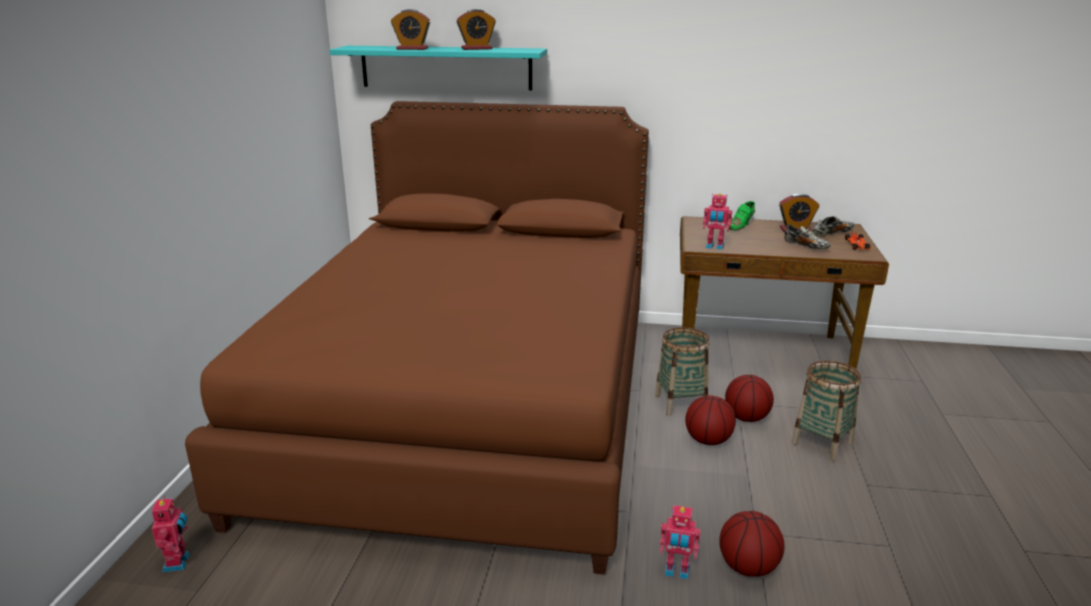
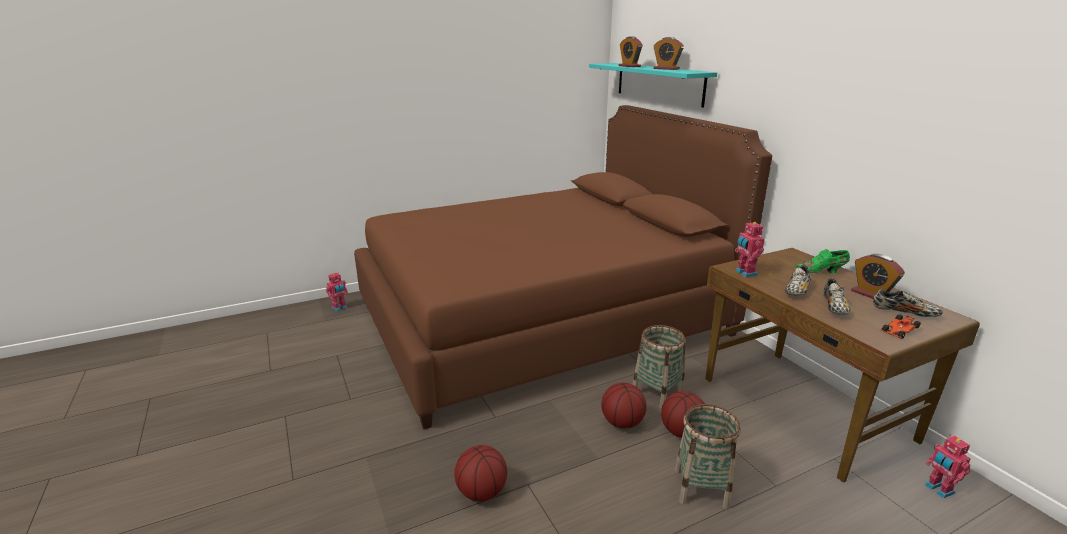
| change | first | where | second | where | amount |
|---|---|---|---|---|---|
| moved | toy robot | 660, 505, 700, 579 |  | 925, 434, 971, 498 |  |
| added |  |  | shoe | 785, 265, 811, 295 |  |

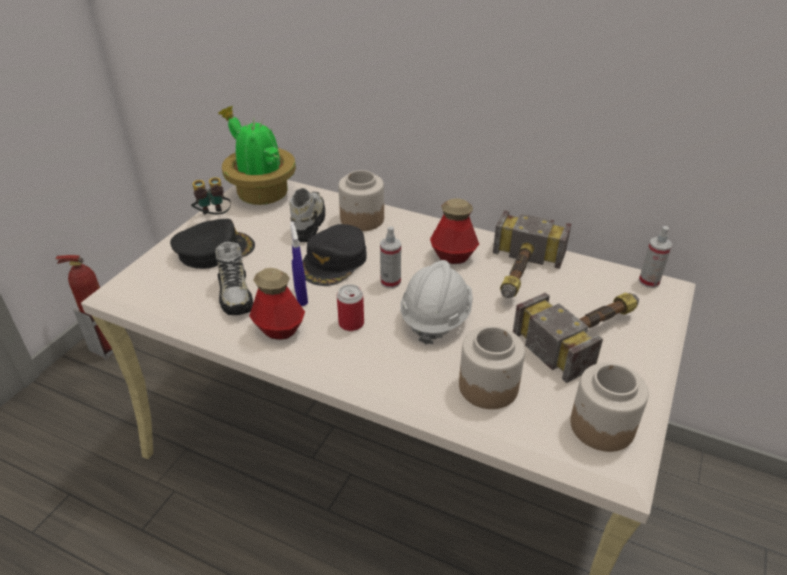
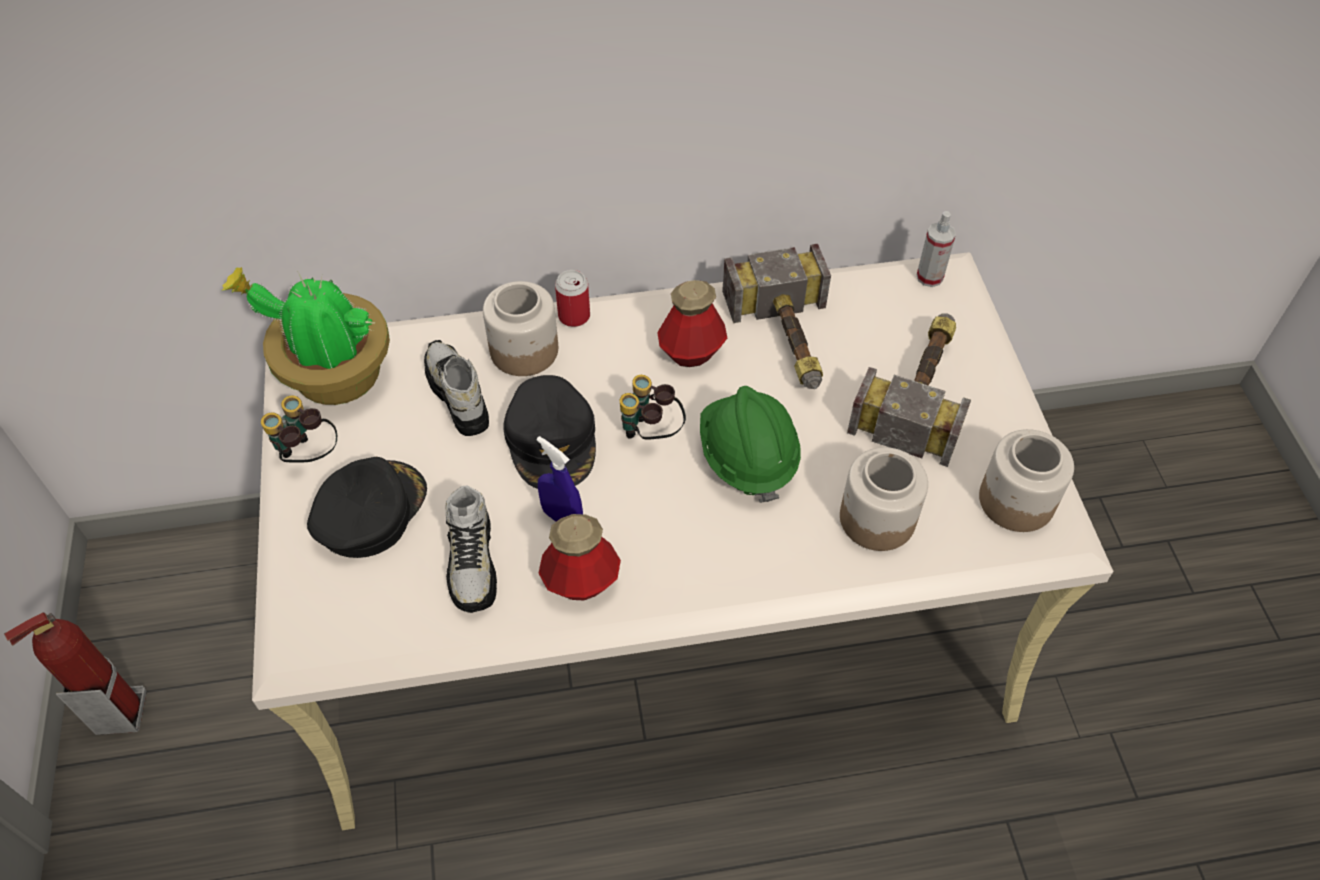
| change | first | where | second | where | amount |
|---|---|---|---|---|---|
| replaced | spray bottle | 380, 227, 401, 289 | binoculars | 620, 375, 686, 440 |  |
| turned | shoe | 215, 242, 253, 315 |  | 446, 486, 497, 613 | 45 degrees clockwise |
| recoloured | white hard hat | 400, 260, 473, 345 | green hard hat | 700, 386, 801, 503 |  |
| moved | can | 337, 284, 364, 331 |  | 555, 270, 590, 327 |  |

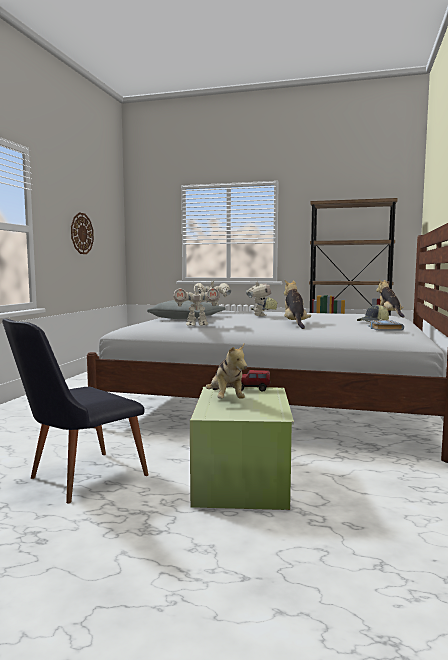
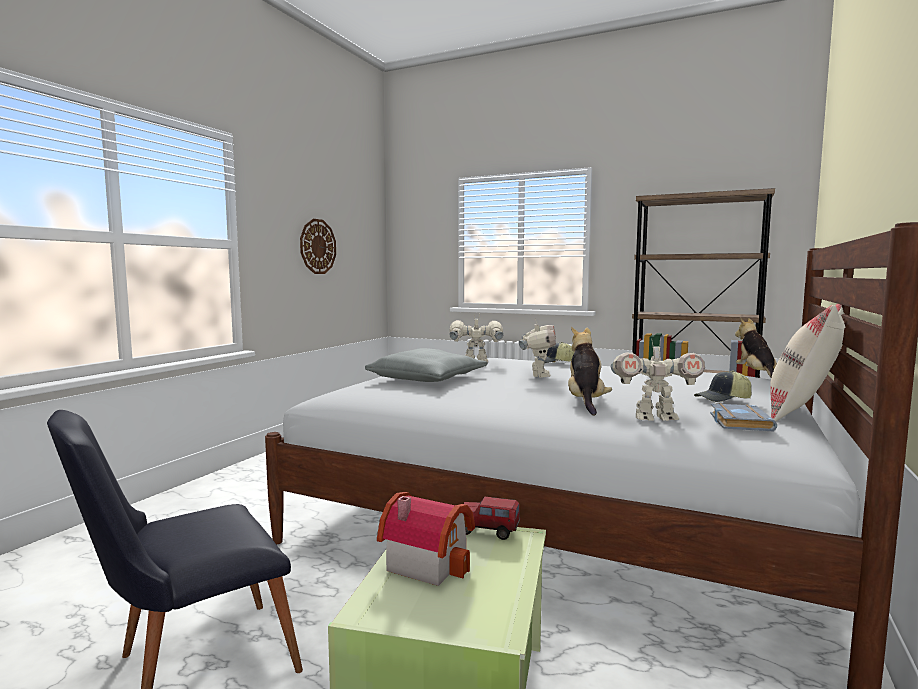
| change | first | where | second | where | amount |
|---|---|---|---|---|---|
| moved | toy robot | 173, 281, 220, 326 |  | 611, 338, 705, 421 |  |
| replaced | plush toy | 206, 344, 247, 399 | toy house | 377, 492, 475, 586 |  |
| added |  |  | beige pillow | 770, 304, 845, 422 |  |

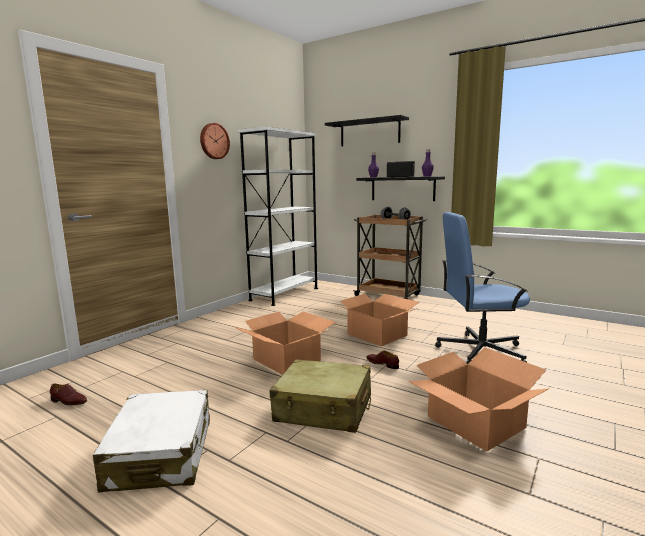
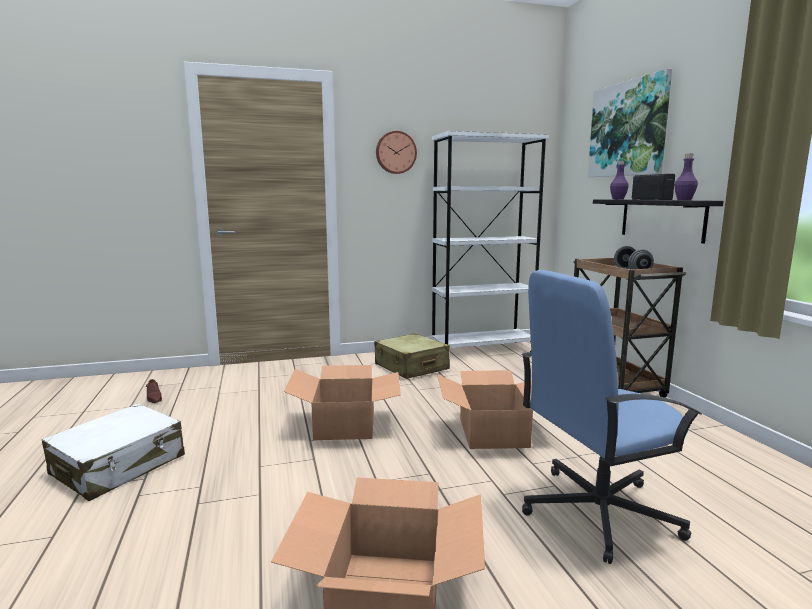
| change | first | where | second | where | amount |
|---|---|---|---|---|---|
| replaced | black shelf | 325, 115, 409, 146 | picture | 588, 68, 672, 177 |  |
| turned | blue office chair | 435, 212, 530, 365 |  | 521, 270, 702, 564 | 60 degrees counterclockwise |
| removed | brown shoe | 366, 350, 399, 369 |  |  |  |
| moved | beige suitcase | 270, 359, 371, 433 |  | 374, 334, 450, 379 |  |

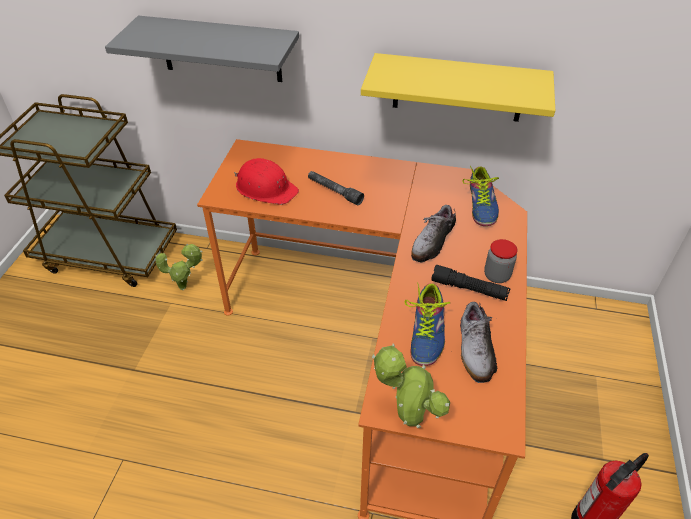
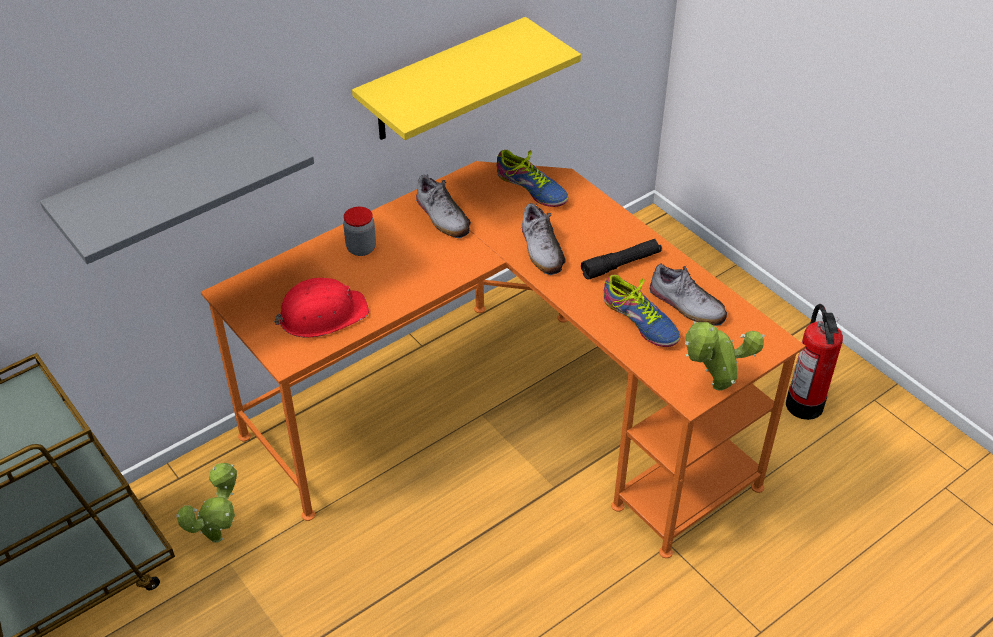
| change | first | where | second | where | amount |
|---|---|---|---|---|---|
| removed | grey flashlight | 308, 171, 364, 205 |  |  |  |
| moved | jar | 484, 239, 518, 283 |  | 343, 207, 376, 256 |  |
| added |  |  | shoe | 416, 175, 471, 238 |  |

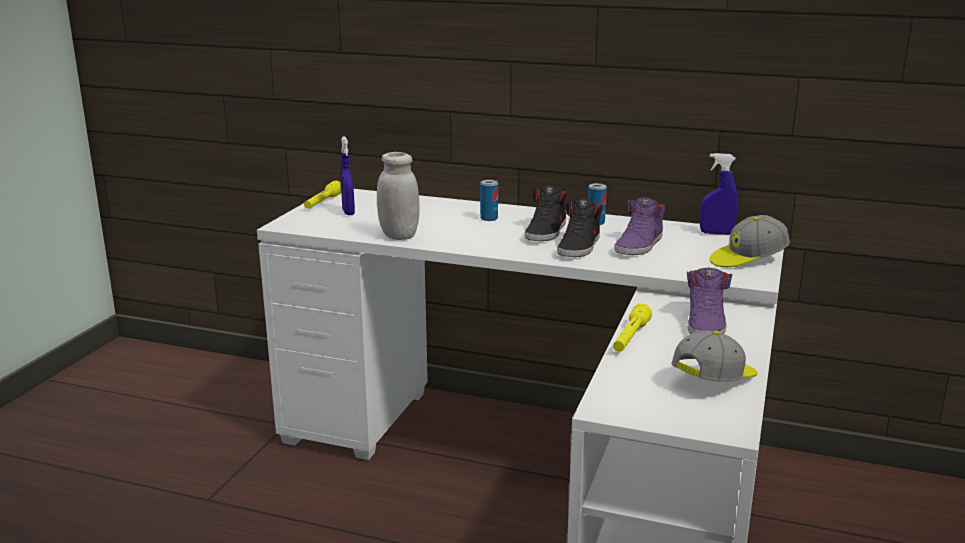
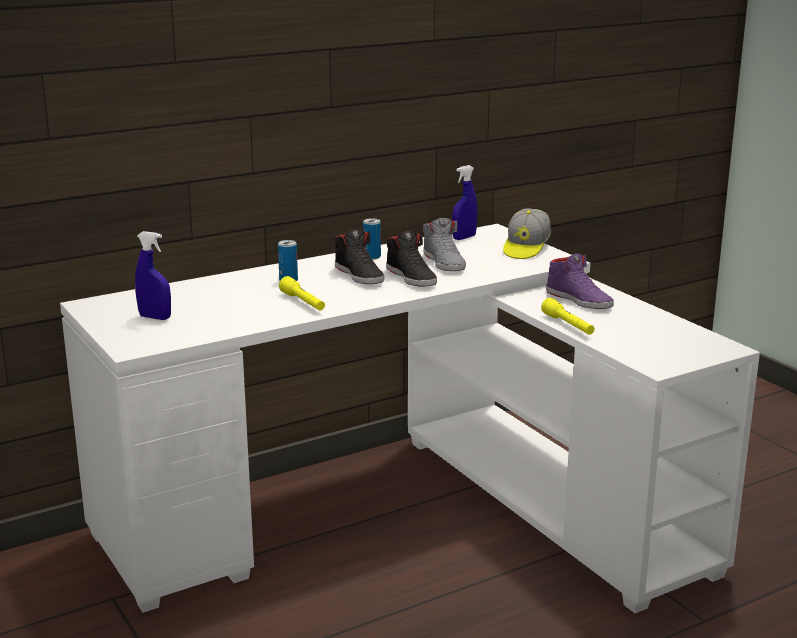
| change | first | where | second | where | amount |
|---|---|---|---|---|---|
| removed | white jar | 377, 152, 419, 240 |  |  |  |
| moved | yellow flashlight | 304, 181, 341, 209 |  | 279, 276, 325, 310 |  |
| recoloured | purple shoe | 614, 197, 665, 255 | grey shoe | 423, 218, 466, 271 |  |
| removed | cap | 671, 330, 758, 382 |  |  |  |

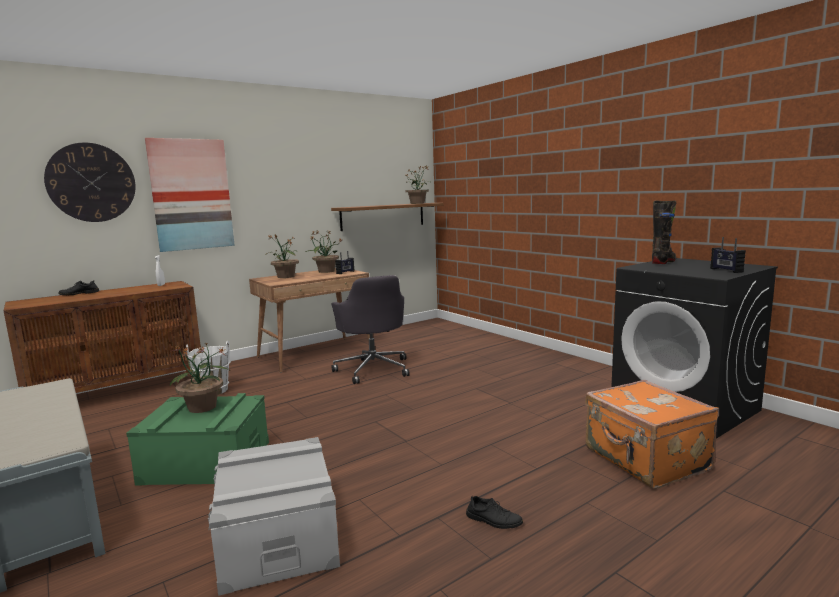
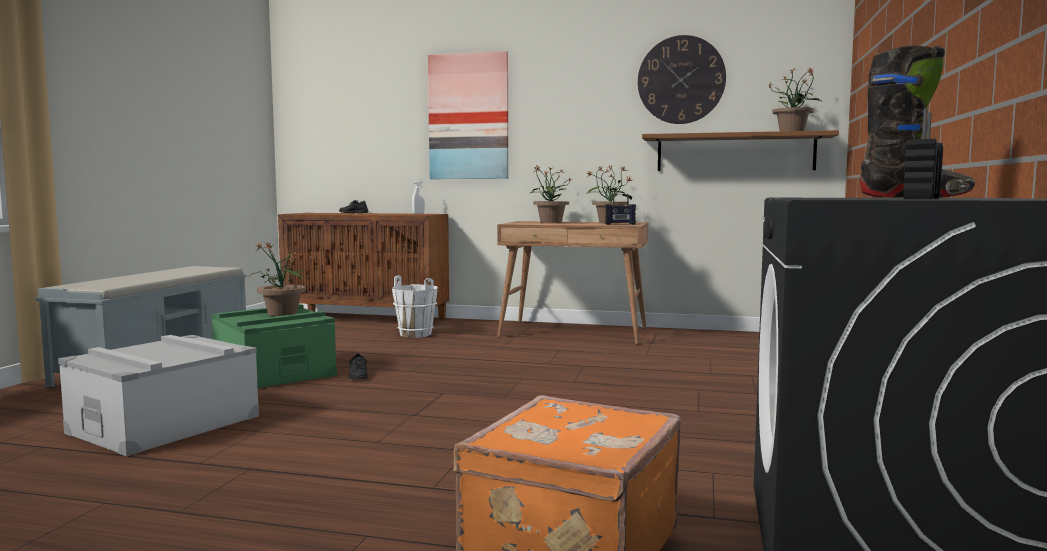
| change | first | where | second | where | amount |
|---|---|---|---|---|---|
| moved | wall clock | 44, 143, 136, 222 |  | 638, 35, 726, 124 |  |
| removed | grey office chair | 332, 275, 410, 384 |  |  |  |
| moved | black shoe | 466, 495, 523, 529 |  | 349, 353, 368, 379 |  |

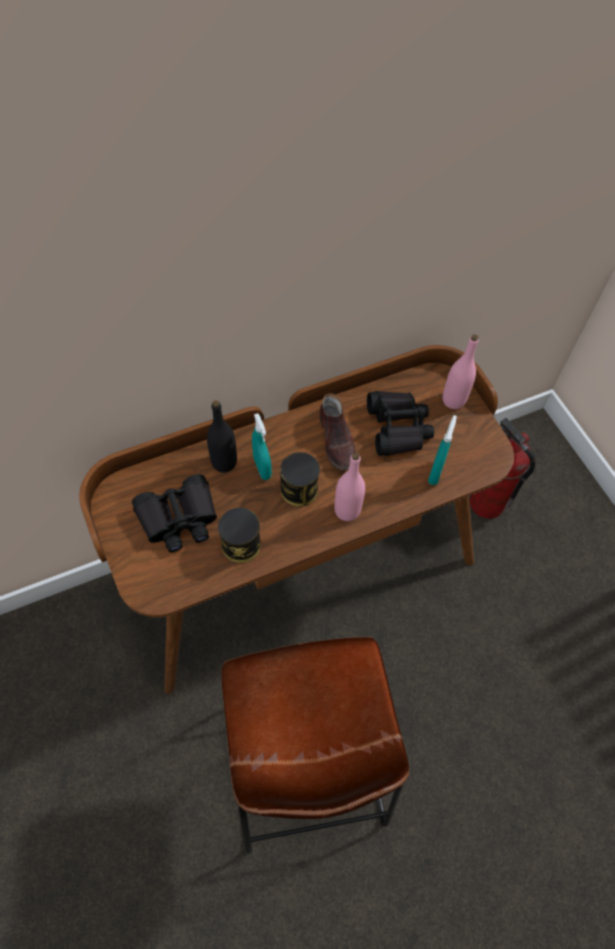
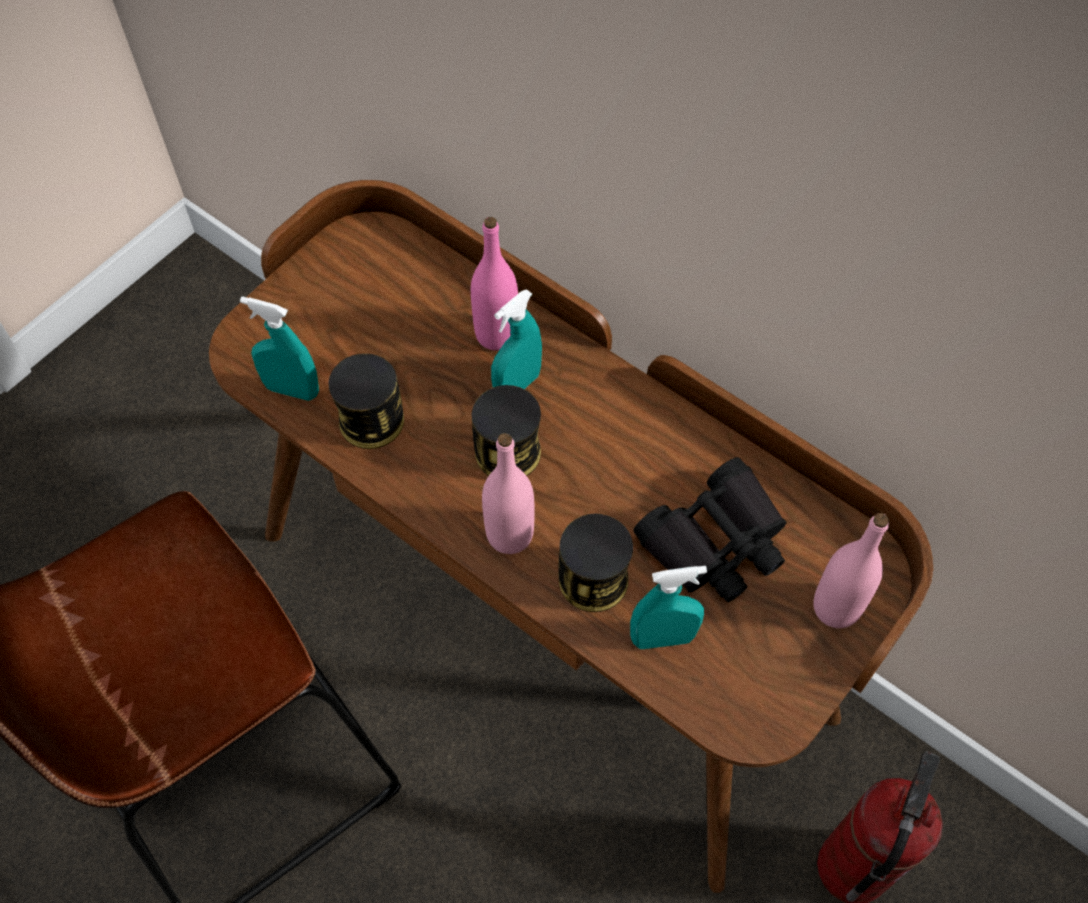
| change | first | where | second | where | amount |
|---|---|---|---|---|---|
| removed | brown shoe | 320, 393, 355, 470 |  |  |  |
| recoloured | black bottle | 207, 400, 237, 473 | pink bottle | 471, 217, 518, 350 |  |
| removed | black binoculars | 132, 474, 217, 552 |  |  |  |
| added |  |  | turquoise spray bottle | 240, 296, 319, 401 |  |
| added |  |  | can | 558, 514, 633, 612 |  |

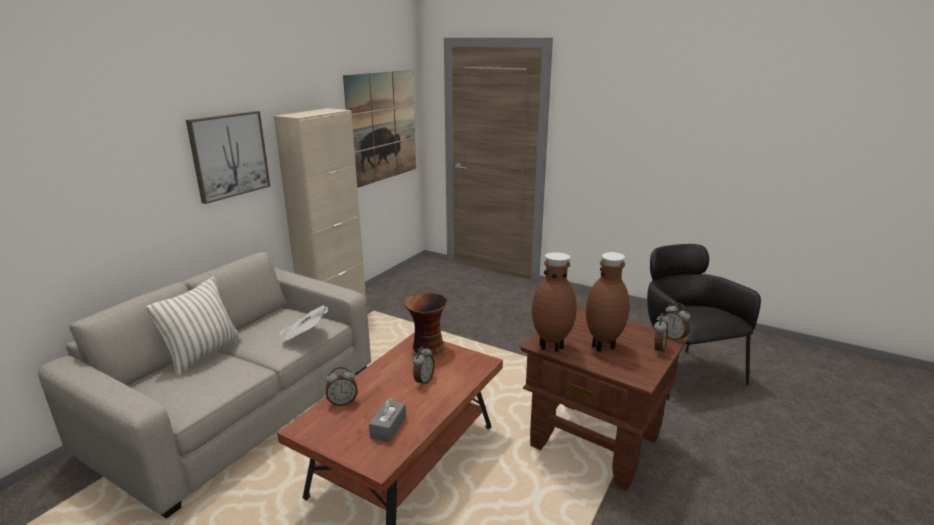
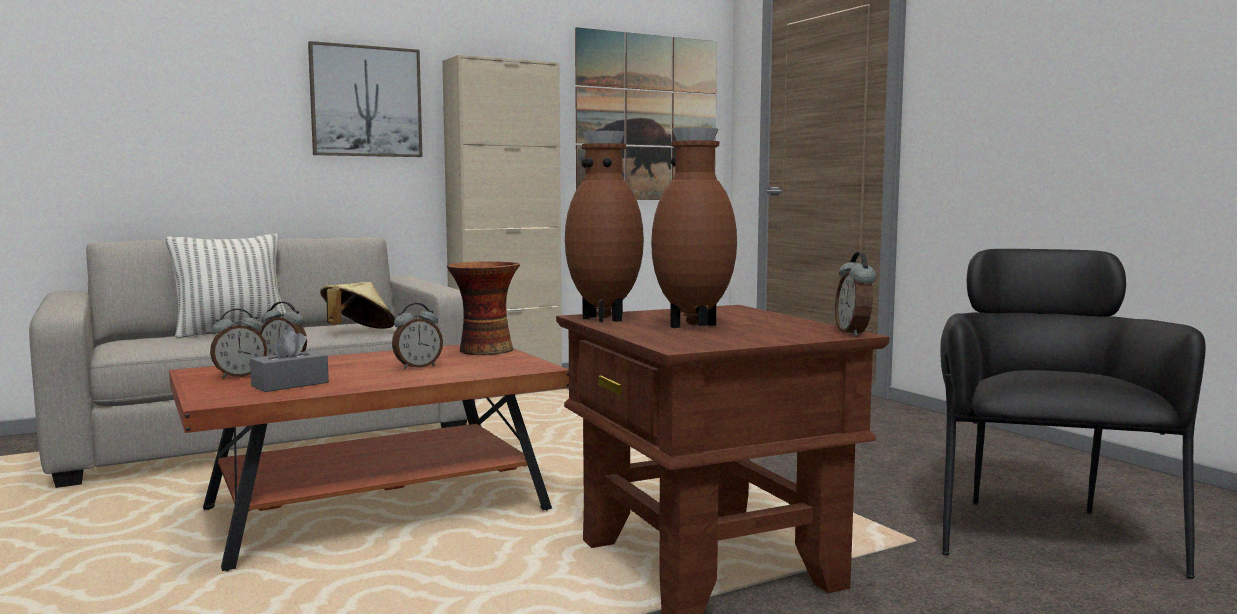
| change | first | where | second | where | amount |
|---|---|---|---|---|---|
| replaced | newspaper | 279, 305, 328, 344 | beige hat | 320, 282, 395, 329 |  |
| moved | alarm clock | 654, 313, 670, 354 |  | 210, 309, 267, 379 |  |

